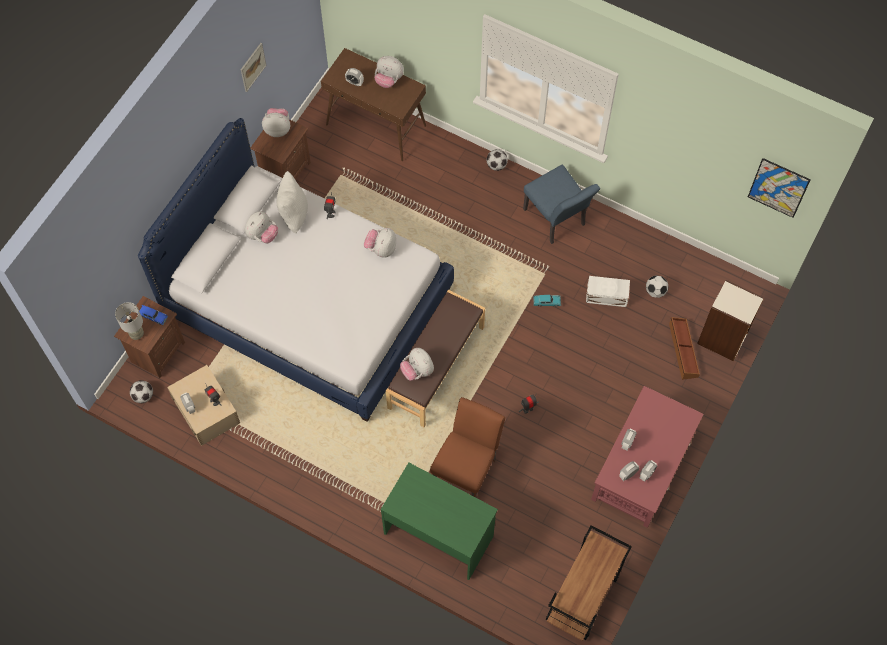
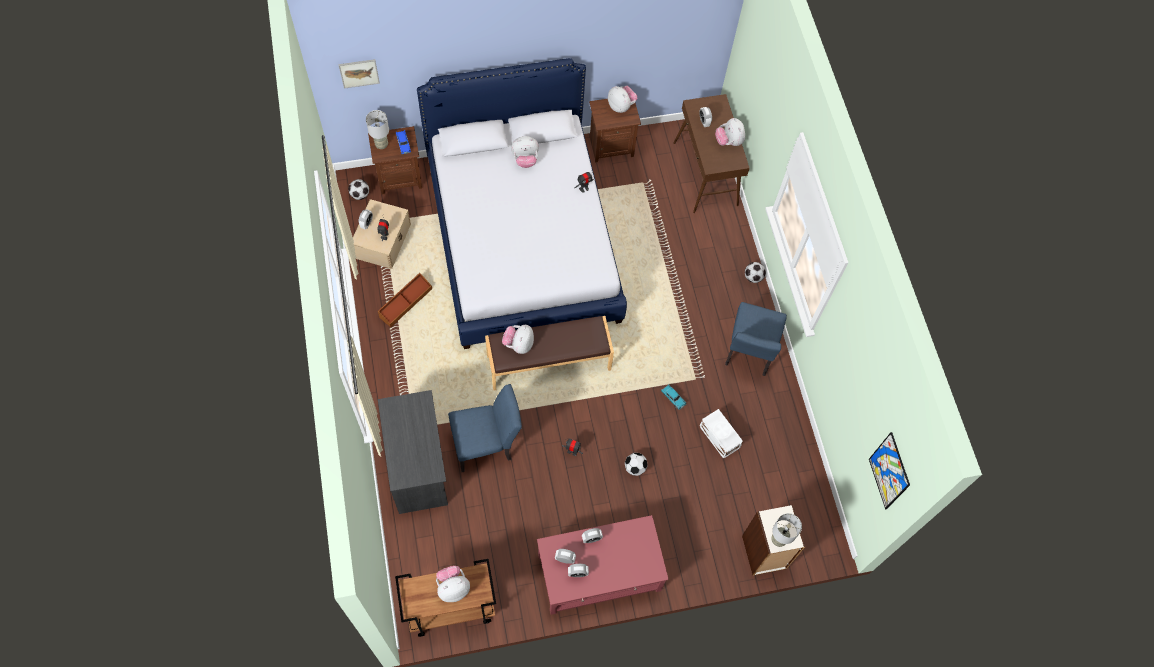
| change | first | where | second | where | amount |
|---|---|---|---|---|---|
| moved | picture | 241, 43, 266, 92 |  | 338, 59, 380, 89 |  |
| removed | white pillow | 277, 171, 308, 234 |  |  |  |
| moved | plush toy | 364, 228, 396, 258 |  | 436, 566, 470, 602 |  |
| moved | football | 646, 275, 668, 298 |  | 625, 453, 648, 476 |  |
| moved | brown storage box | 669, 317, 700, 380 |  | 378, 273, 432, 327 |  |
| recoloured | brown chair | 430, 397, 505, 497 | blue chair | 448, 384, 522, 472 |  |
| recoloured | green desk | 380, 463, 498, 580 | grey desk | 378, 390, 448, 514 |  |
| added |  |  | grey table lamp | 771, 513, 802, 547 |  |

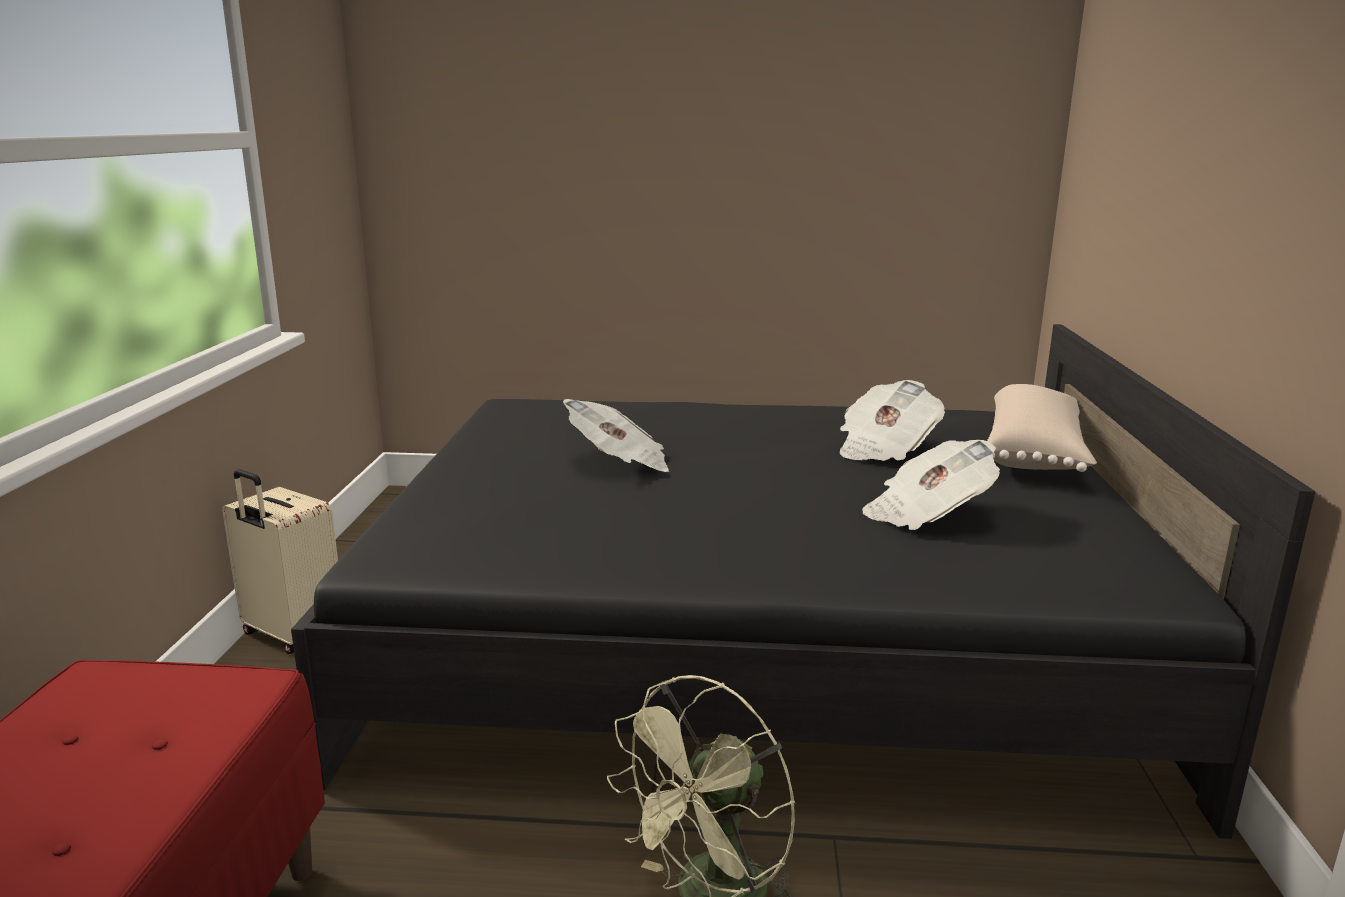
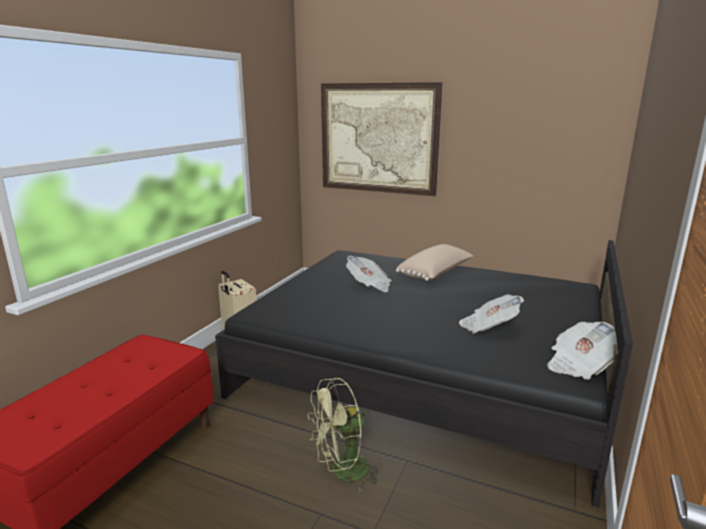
| change | first | where | second | where | amount |
|---|---|---|---|---|---|
| moved | newspaper | 839, 380, 945, 461 |  | 547, 322, 617, 380 |  |
| moved | beige pillow | 987, 384, 1097, 472 |  | 396, 244, 473, 281 |  |
| added |  |  | picture | 321, 82, 442, 196 |  |

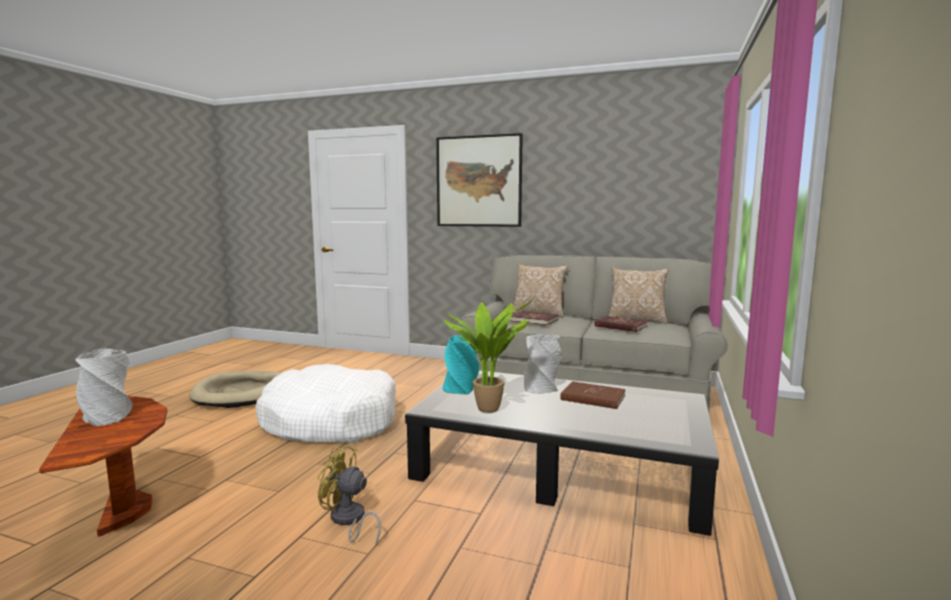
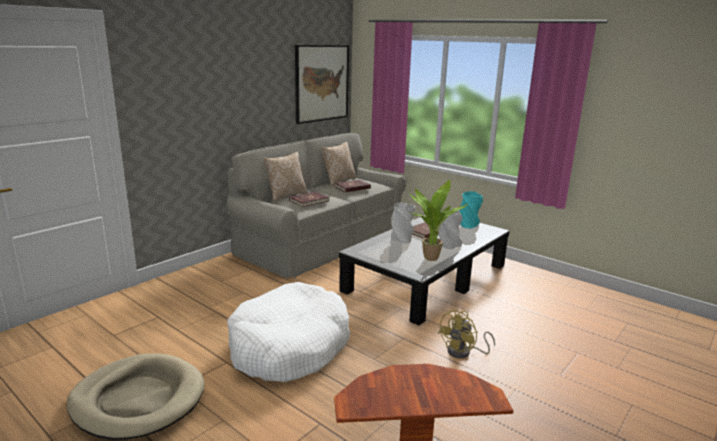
| change | first | where | second | where | amount |
|---|---|---|---|---|---|
| moved | picture | 436, 133, 523, 227 |  | 295, 45, 349, 124 |  |
| moved | turquoise vase | 442, 335, 479, 394 |  | 459, 191, 483, 228 |  |
| moved | grey vase | 75, 349, 132, 426 |  | 438, 208, 463, 249 |  |

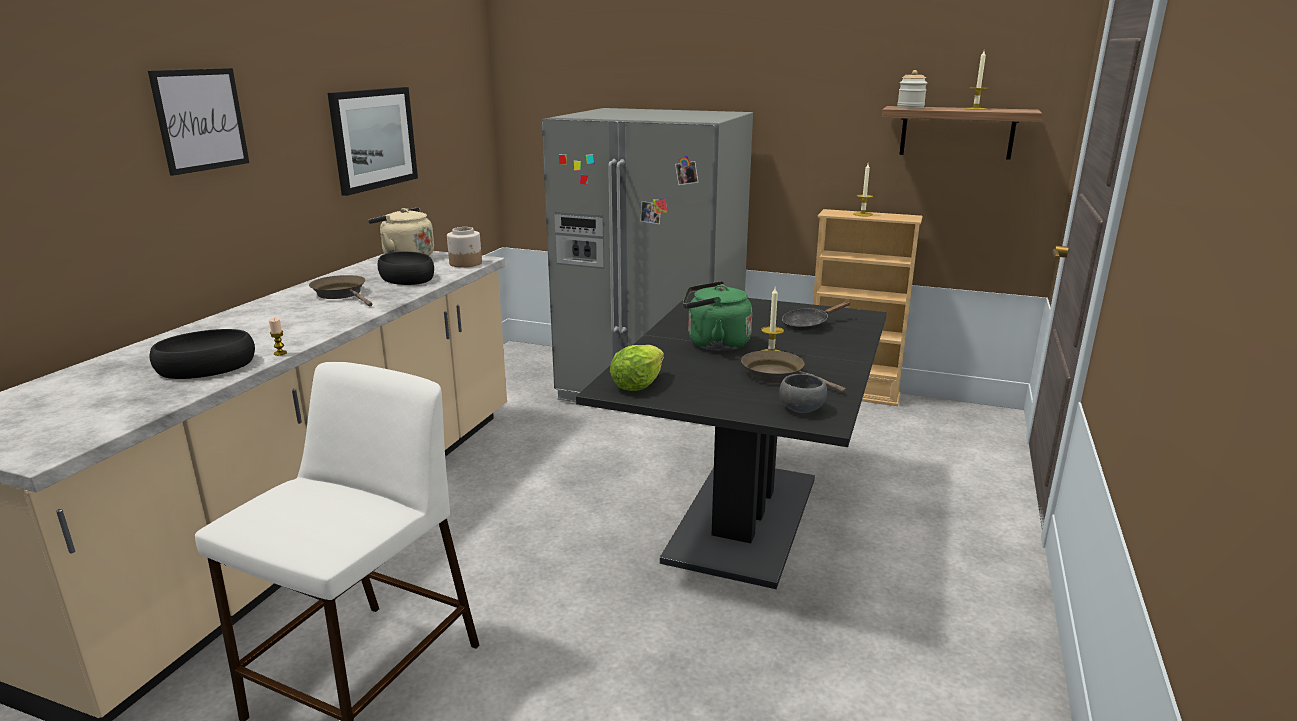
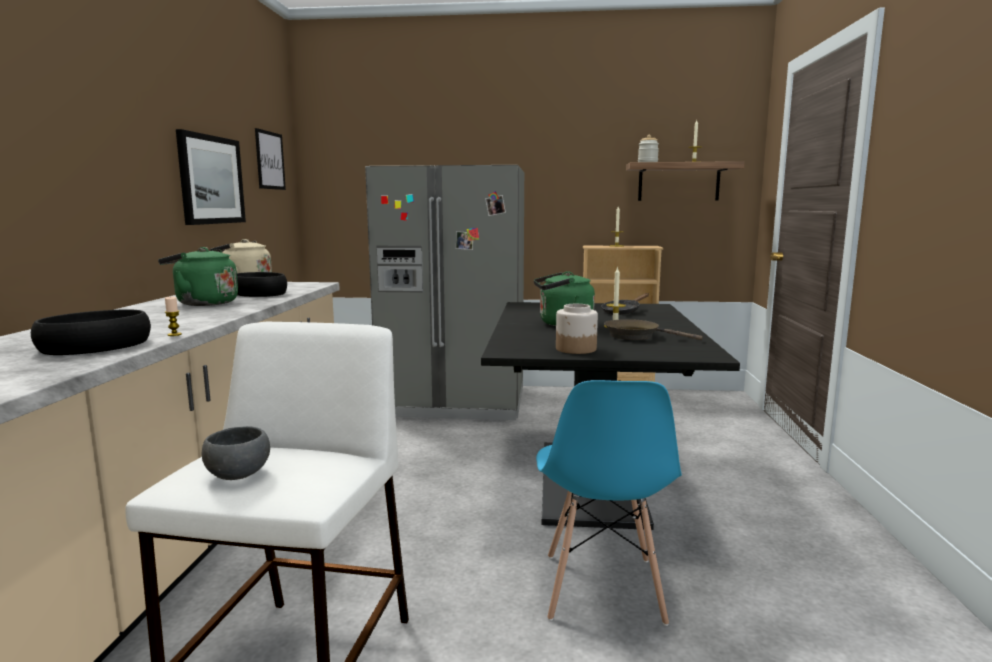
| change | first | where | second | where | amount |
|---|---|---|---|---|---|
| moved | picture | 148, 68, 249, 176 |  | 255, 128, 286, 190 |  |
| moved | jar | 447, 227, 482, 267 |  | 556, 304, 598, 354 |  |
| replaced | brown frying pan | 309, 275, 372, 307 | green kettle | 158, 247, 238, 306 |  |
| removed | lettuce | 610, 345, 664, 391 |  |  |  |
| moved | grey bowl | 779, 374, 827, 413 |  | 202, 426, 270, 480 |  |
| added |  |  | blue chair | 536, 380, 682, 626 |  |

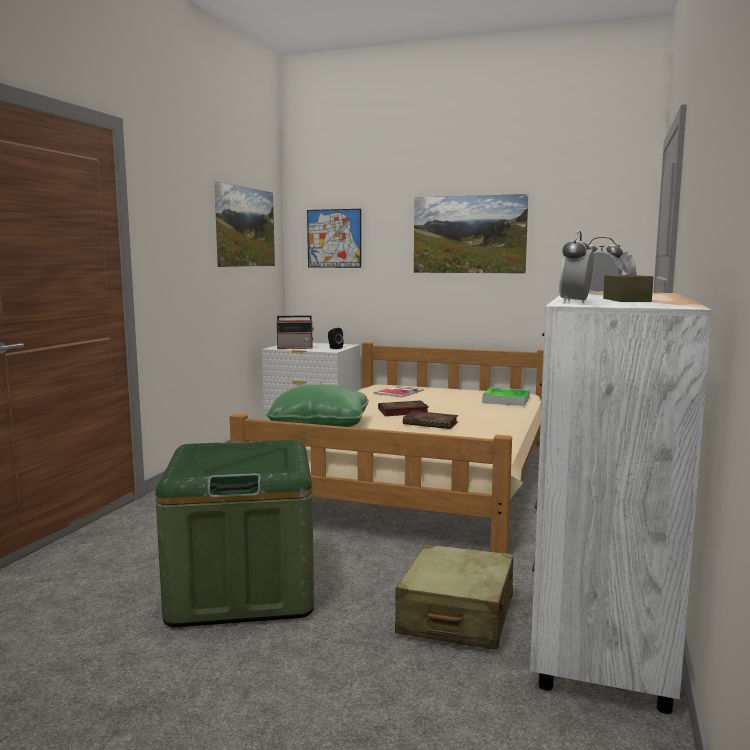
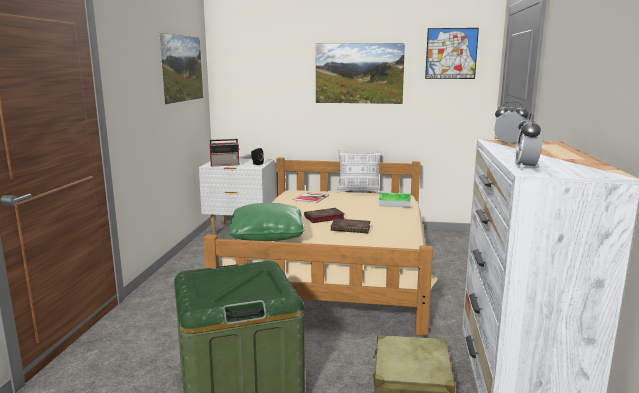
| change | first | where | second | where | amount |
|---|---|---|---|---|---|
| moved | picture | 307, 209, 361, 268 |  | 425, 28, 479, 79 |  |
| removed | brown tissue box | 603, 252, 653, 302 |  |  |  |
| added |  |  | pillow | 337, 150, 382, 193 |  |

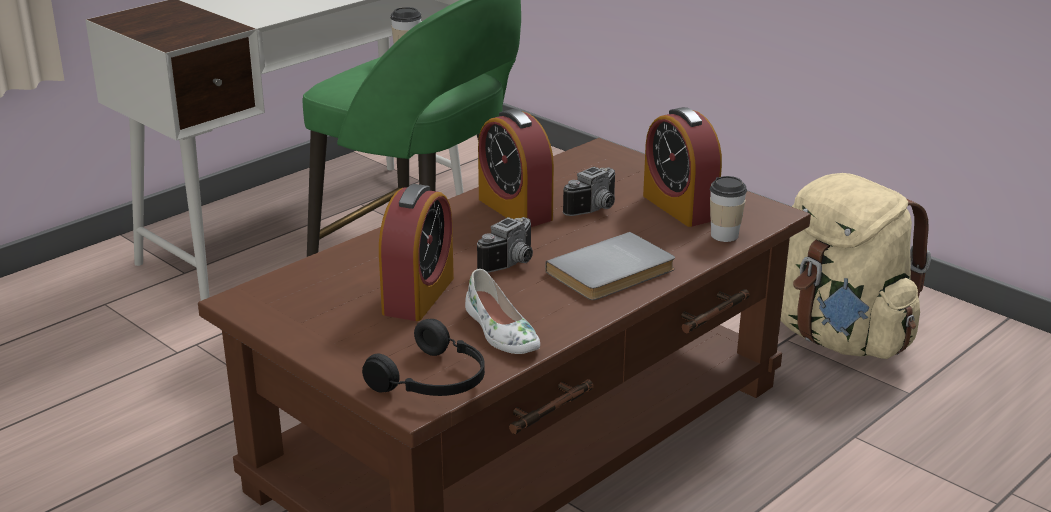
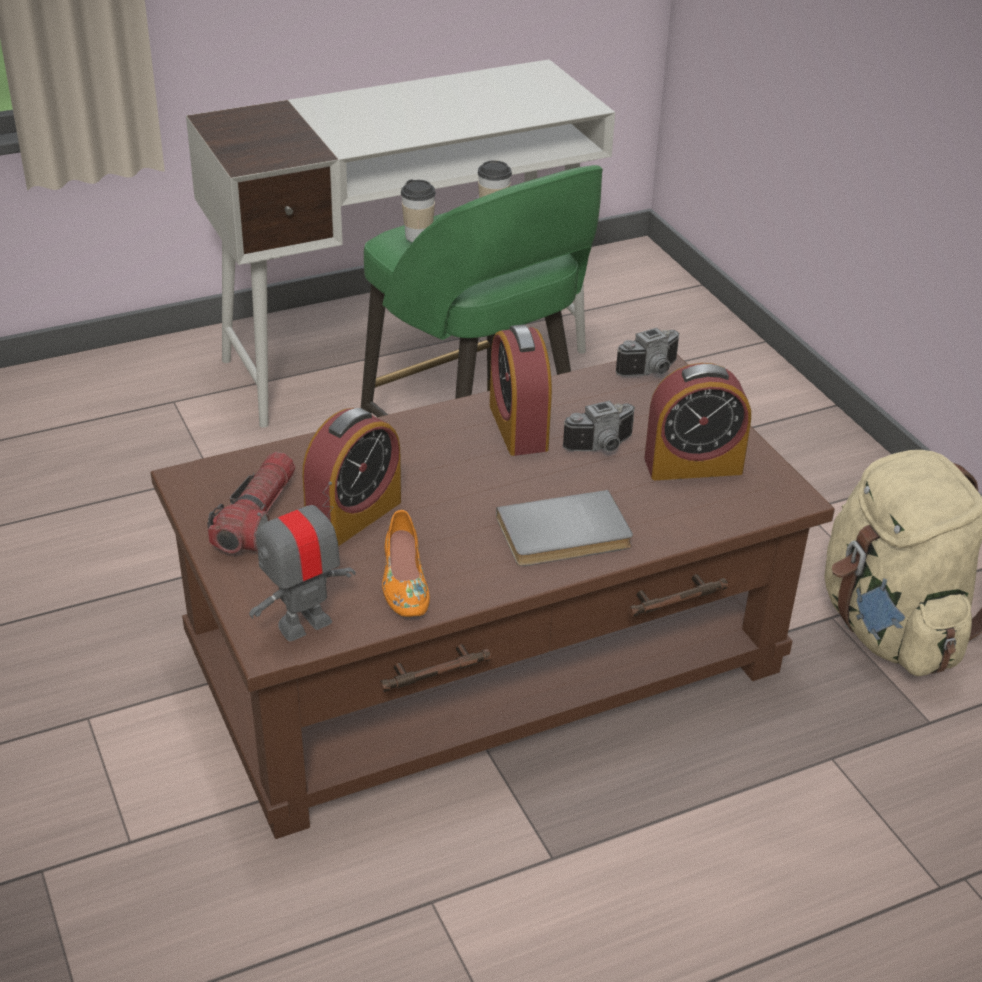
| change | first | where | second | where | amount |
|---|---|---|---|---|---|
| turned | alarm clock | 643, 107, 722, 227 |  | 644, 363, 751, 480 | 90 degrees counterclockwise |
| moved | cup | 710, 176, 747, 242 |  | 401, 180, 436, 242 |  |
| moved | photo camera | 477, 217, 533, 273 |  | 616, 328, 680, 376 |  |
| recoloured | white shoe | 465, 269, 540, 354 | orange shoe | 382, 510, 430, 617 |  |
| replaced | black headphones | 362, 319, 485, 396 | toy robot | 249, 481, 356, 641 |  |
| added |  |  | flashlight | 207, 452, 295, 553 |  |

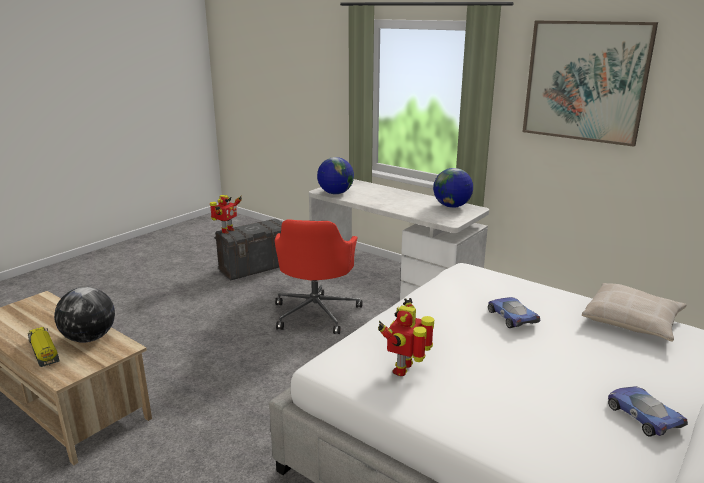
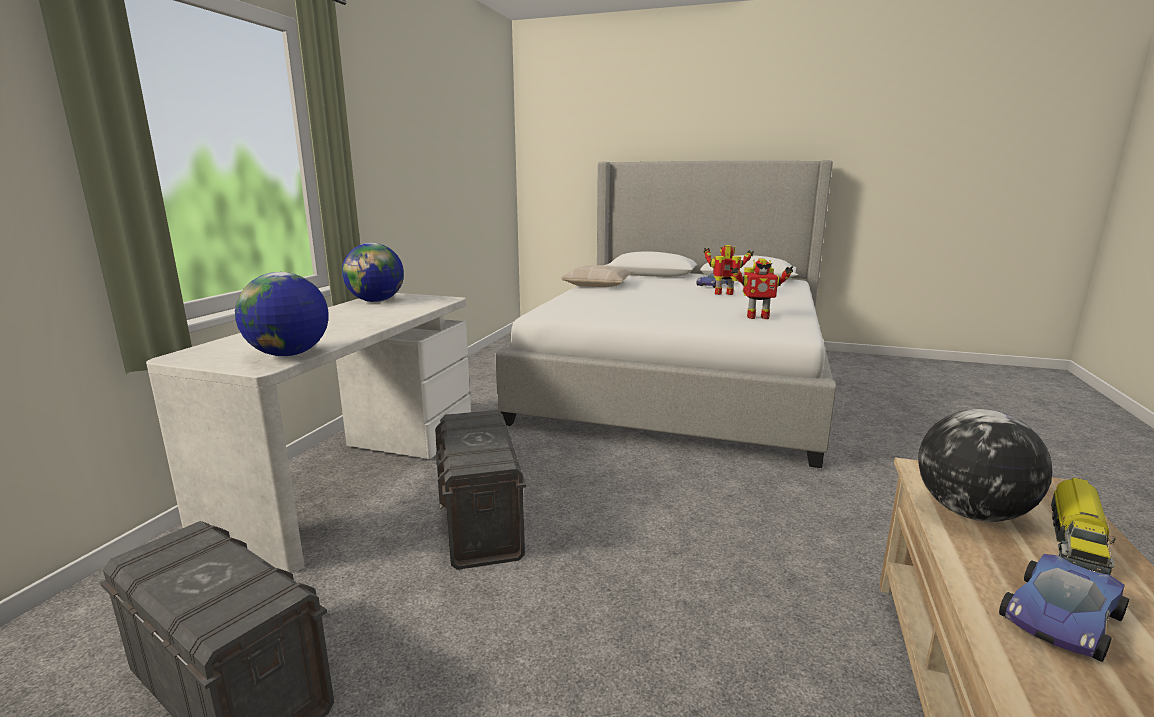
| change | first | where | second | where | amount |
|---|---|---|---|---|---|
| removed | picture | 523, 20, 658, 147 |  |  |  |
| moved | toy robot | 210, 195, 242, 234 |  | 704, 245, 754, 295 |  |
| replaced | red office chair | 275, 219, 363, 334 | grey storage box | 435, 410, 526, 570 |  |
| moved | toy car | 488, 297, 540, 328 |  | 999, 554, 1129, 662 |  |

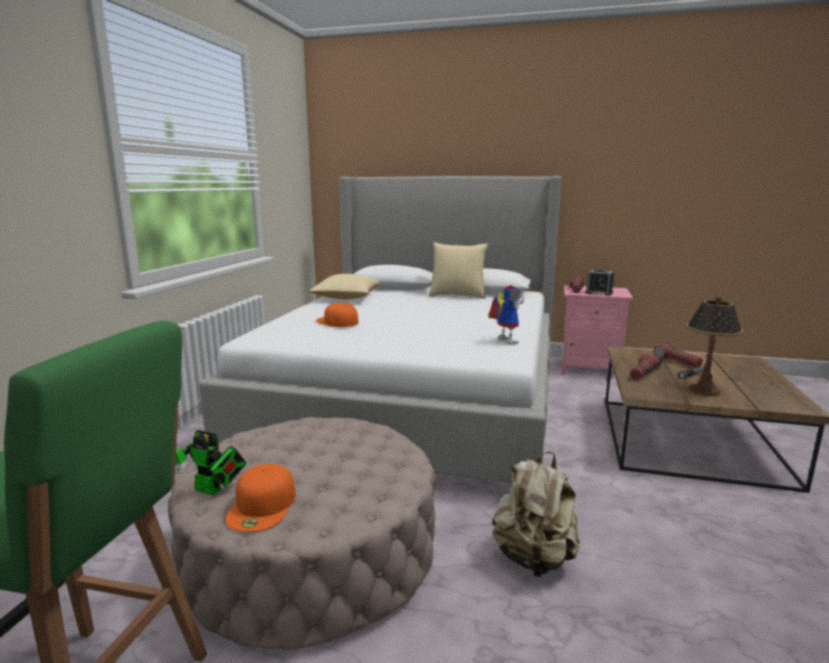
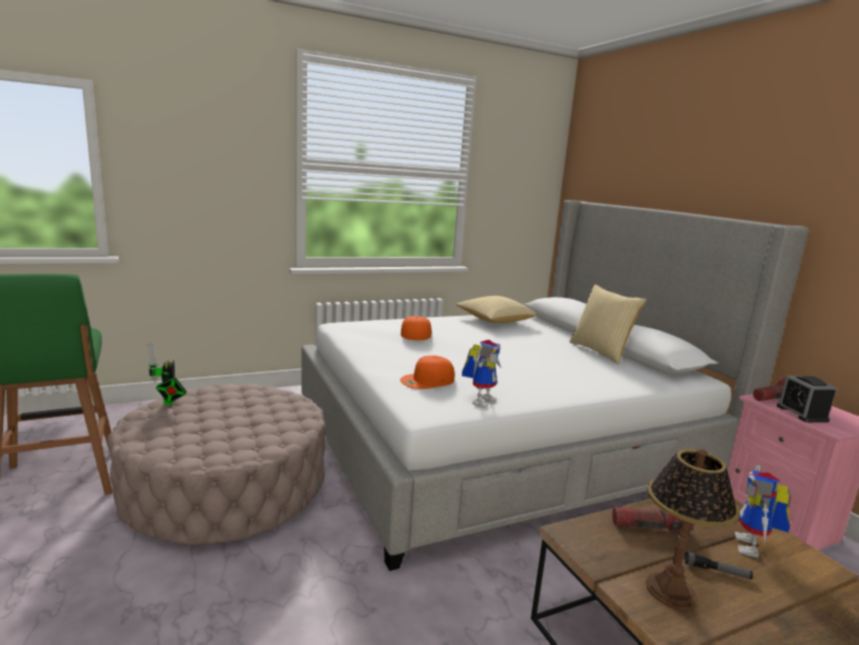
| change | first | where | second | where | amount |
|---|---|---|---|---|---|
| replaced | flashlight | 654, 343, 703, 368 | toy robot | 735, 465, 791, 558 |  |
| removed | beige backpack | 492, 452, 580, 577 |  |  |  |
| moved | orange cap | 225, 464, 296, 532 |  | 400, 355, 455, 389 |  |

